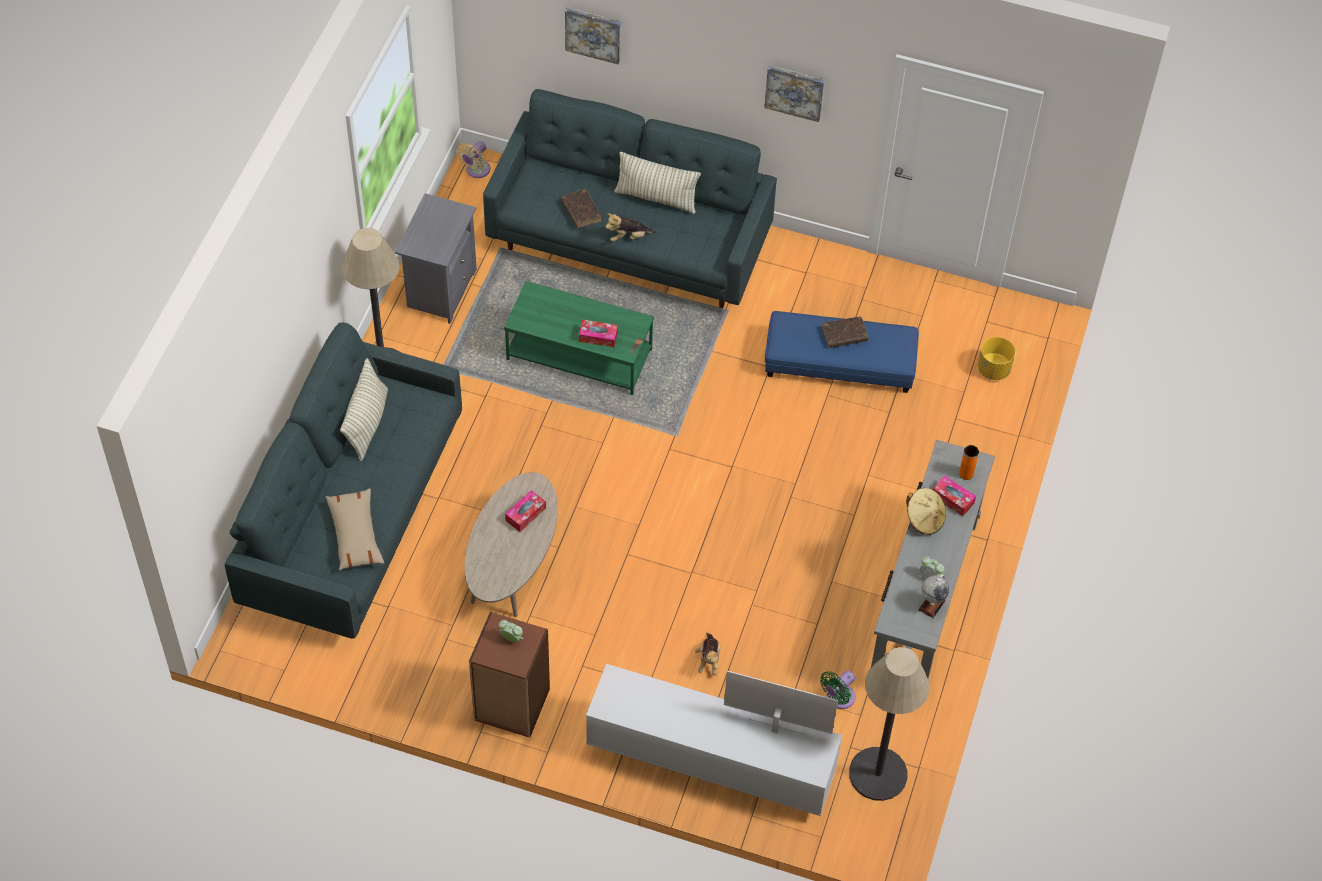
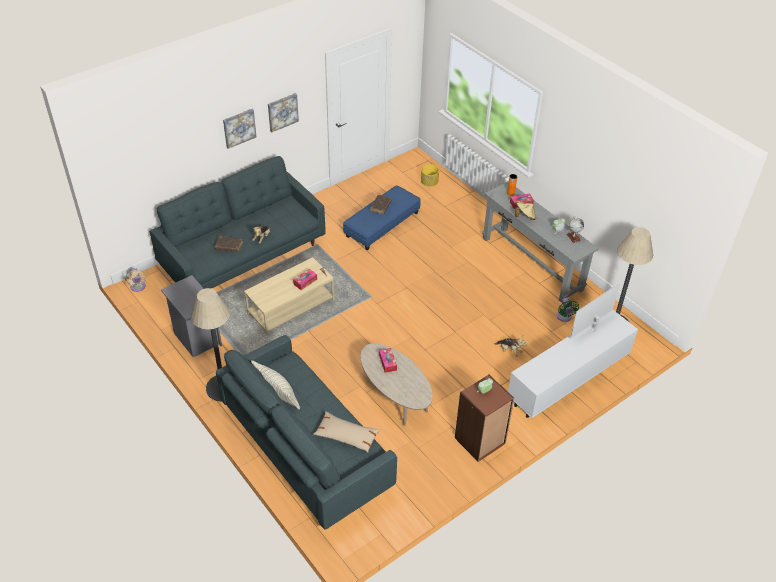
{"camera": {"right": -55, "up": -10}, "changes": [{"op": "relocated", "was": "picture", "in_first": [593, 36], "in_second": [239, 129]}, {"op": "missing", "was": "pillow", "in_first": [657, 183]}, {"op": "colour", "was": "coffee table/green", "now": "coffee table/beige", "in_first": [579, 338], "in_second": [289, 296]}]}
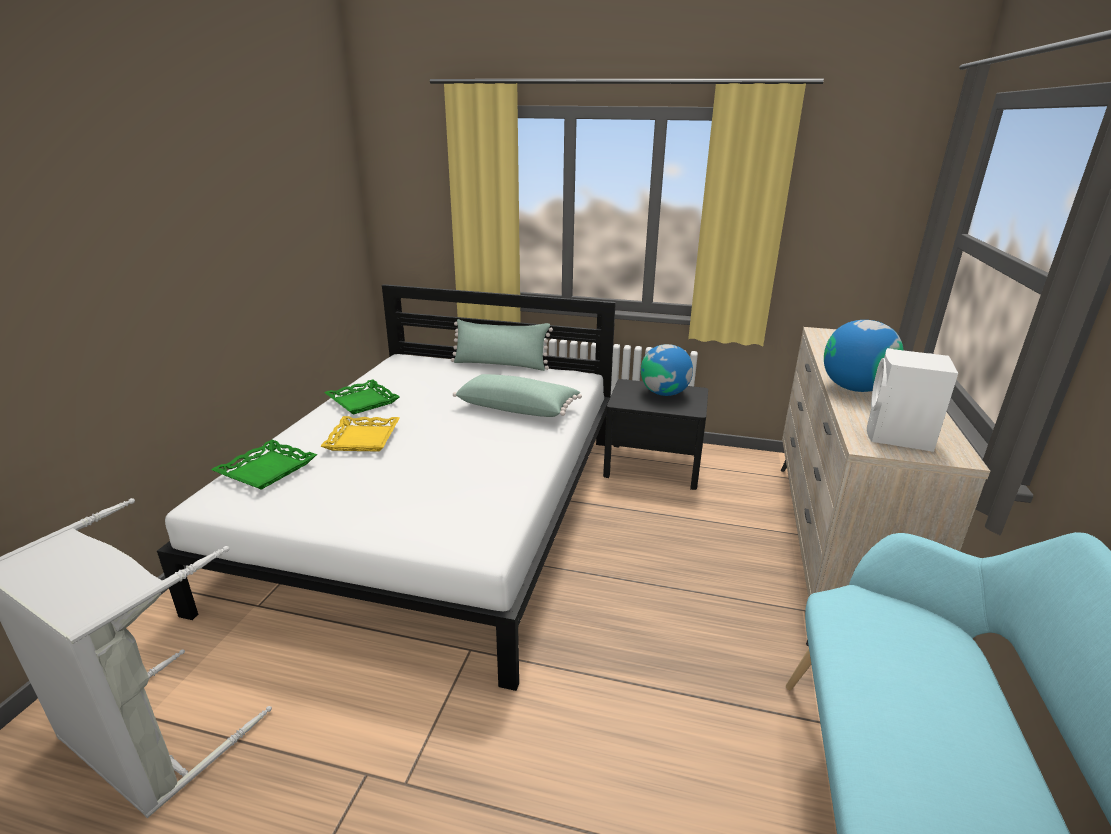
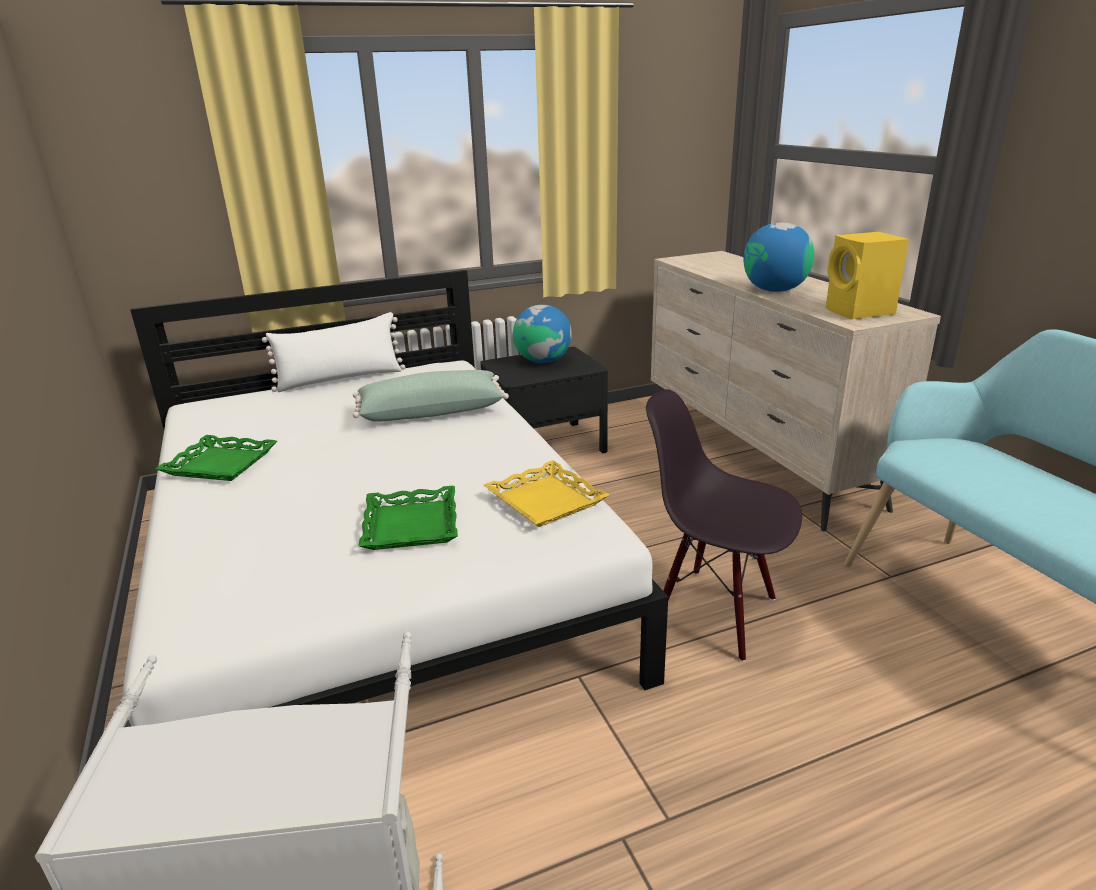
{"camera": {"right": -35, "up": 0}, "changes": [{"op": "colour", "was": "pillow/green", "now": "pillow/white", "in_first": [502, 345], "in_second": [333, 352]}, {"op": "colour", "was": "speaker/white", "now": "speaker/yellow", "in_first": [912, 400], "in_second": [867, 275]}, {"op": "relocated", "was": "tray/yellow", "in_first": [360, 434], "in_second": [547, 493]}, {"op": "relocated", "was": "tray/green", "in_first": [264, 465], "in_second": [408, 518]}, {"op": "appeared", "now": "chair/black", "in_second": [724, 525]}]}
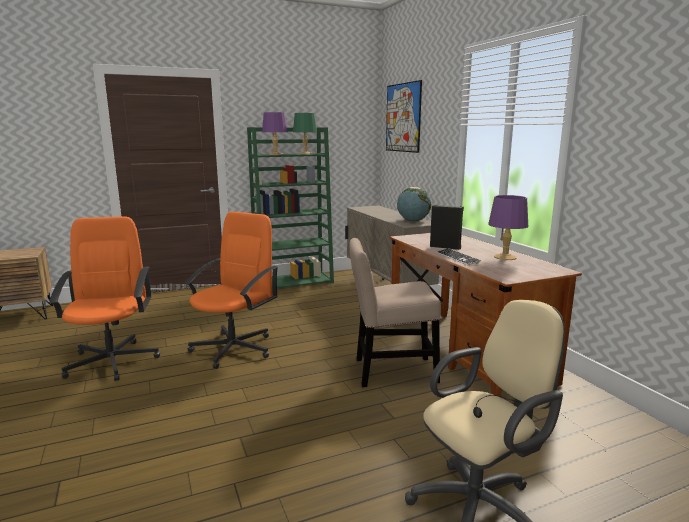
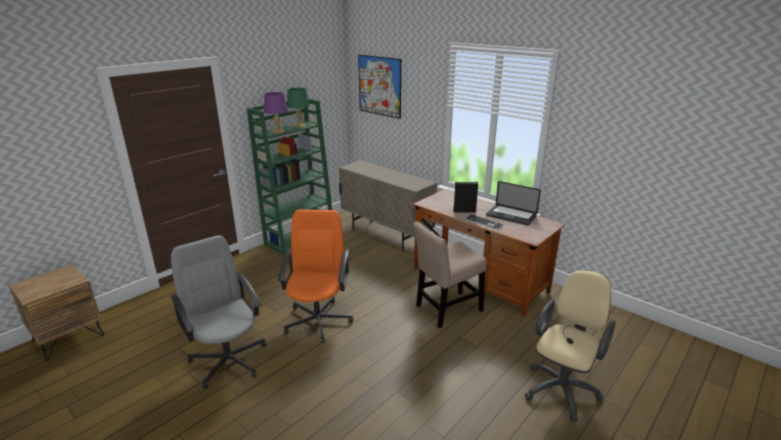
{"camera": {"right": -25, "up": 10}, "changes": [{"op": "missing", "was": "globe", "in_first": [414, 204]}, {"op": "exchanged", "was": "table lamp/purple", "now": "laptop", "in_first": [508, 227], "in_second": [513, 203]}, {"op": "colour", "was": "office chair/orange", "now": "office chair/grey", "in_first": [104, 298], "in_second": [218, 312]}]}
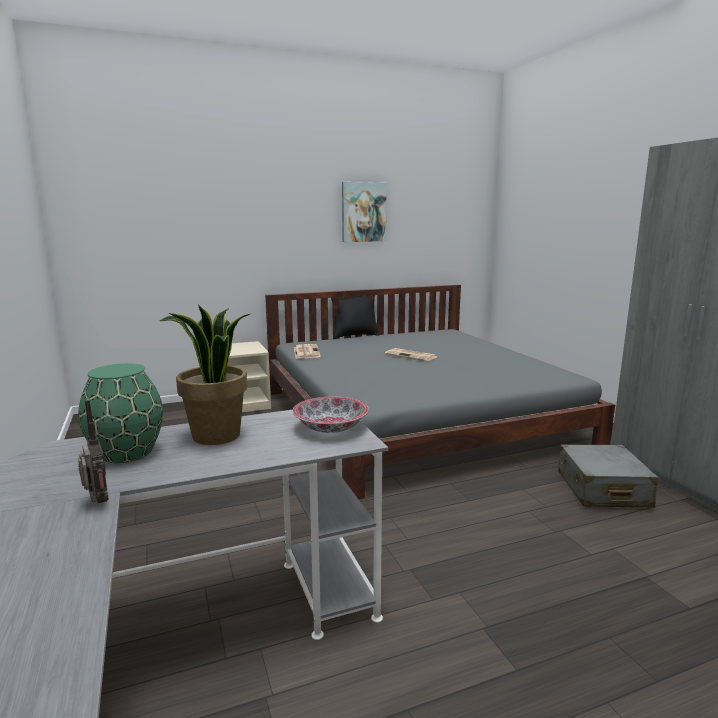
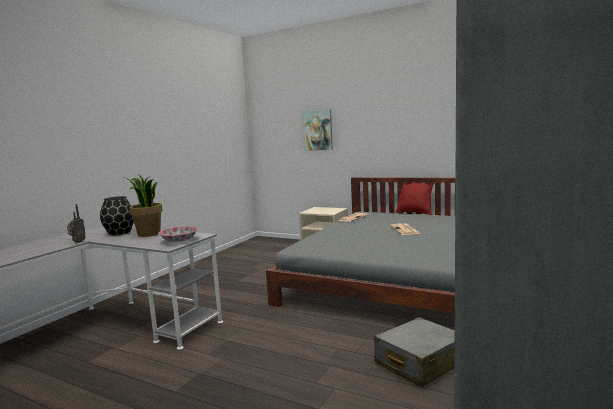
{"camera": {"right": 50, "up": -5}, "changes": [{"op": "relocated", "was": "picture", "in_first": [364, 212], "in_second": [317, 130]}, {"op": "colour", "was": "pillow/black", "now": "pillow/red", "in_first": [355, 317], "in_second": [414, 198]}, {"op": "colour", "was": "vase/green", "now": "vase/black", "in_first": [120, 413], "in_second": [117, 215]}]}
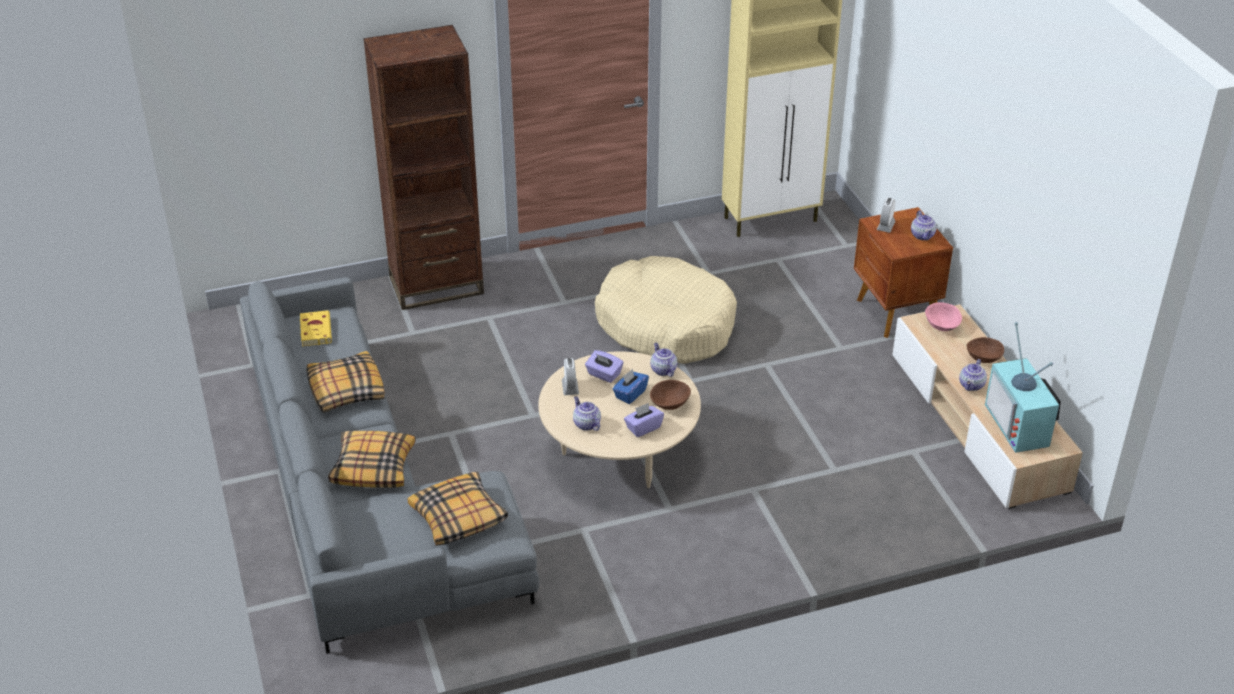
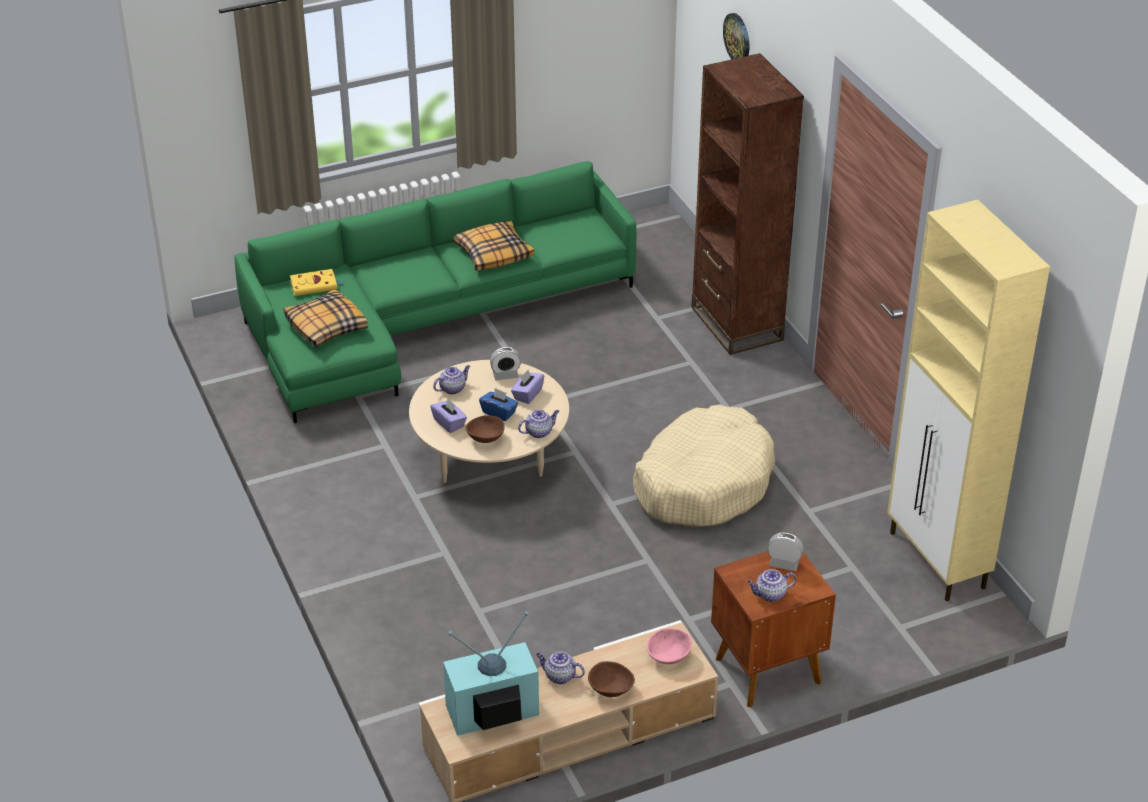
{"camera": {"right": 85, "up": 0}, "changes": [{"op": "colour", "was": "sofa/grey", "now": "sofa/green", "in_first": [389, 465], "in_second": [435, 292]}, {"op": "relocated", "was": "book/yellow", "in_first": [316, 328], "in_second": [317, 282]}, {"op": "missing", "was": "pillow", "in_first": [372, 459]}, {"op": "appeared", "now": "wall clock", "in_second": [736, 36]}]}
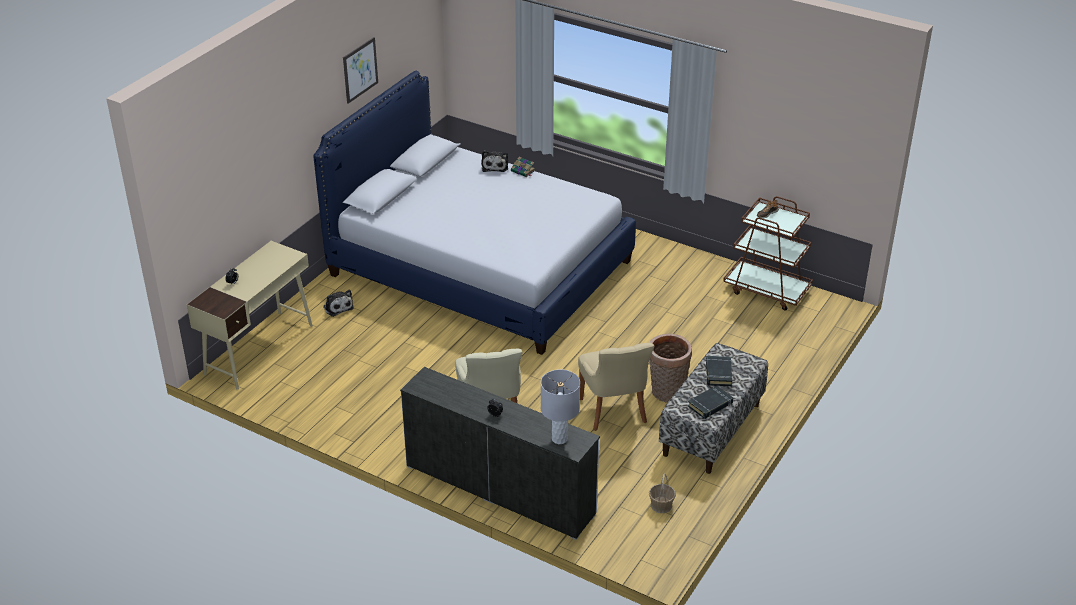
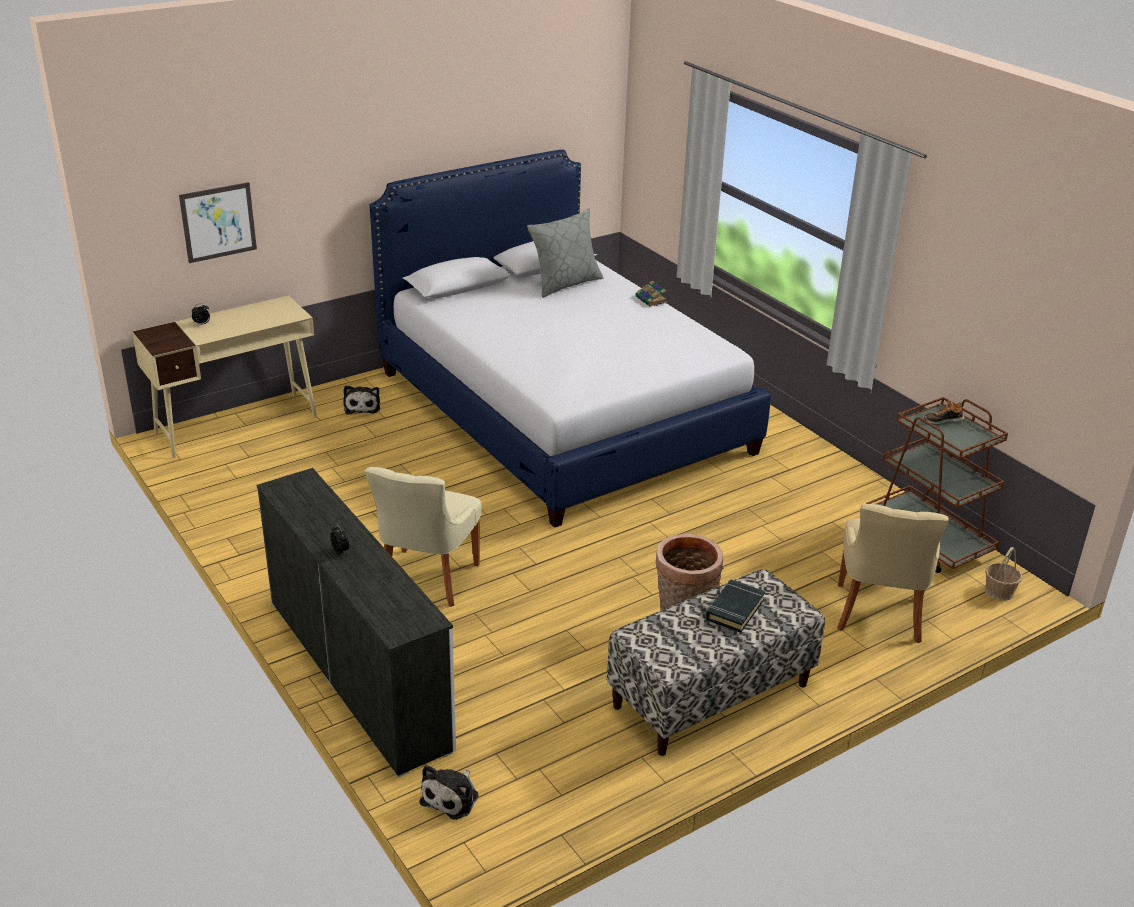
{"camera": {"right": 25, "up": -5}, "changes": [{"op": "relocated", "was": "picture", "in_first": [360, 70], "in_second": [218, 222]}, {"op": "relocated", "was": "plush toy", "in_first": [494, 161], "in_second": [449, 792]}, {"op": "relocated", "was": "chair/beige", "in_first": [616, 387], "in_second": [893, 573]}, {"op": "missing", "was": "table lamp/grey", "in_first": [560, 406]}, {"op": "missing", "was": "book/black", "in_first": [710, 402]}, {"op": "relocated", "was": "basket", "in_first": [662, 493], "in_second": [1003, 574]}, {"op": "appeared", "now": "pillow/grey", "in_second": [565, 253]}]}
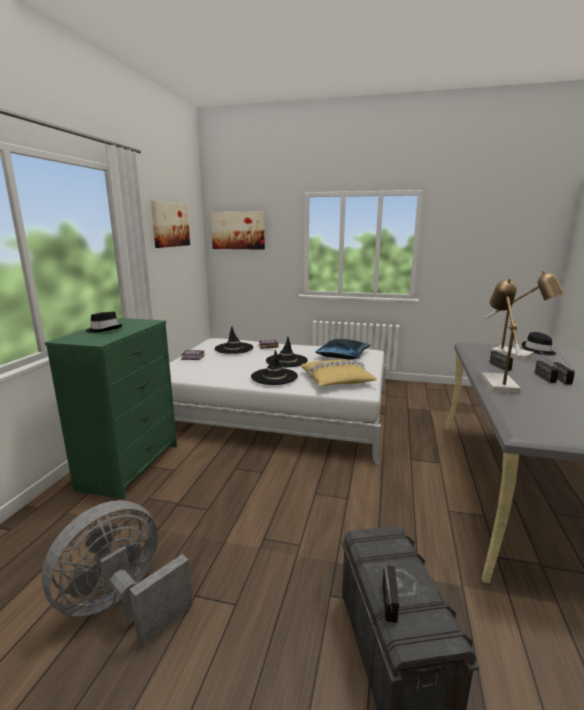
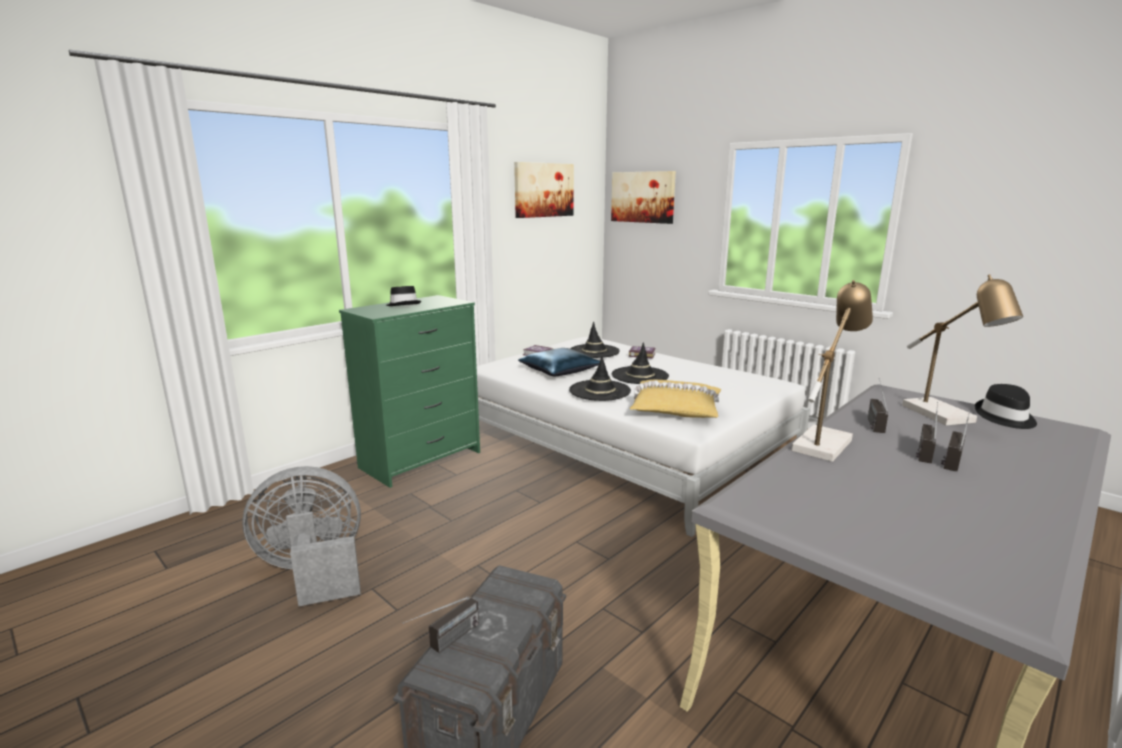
{"camera": {"right": 30, "up": 0}, "changes": [{"op": "relocated", "was": "pillow/blue", "in_first": [342, 349], "in_second": [559, 362]}]}
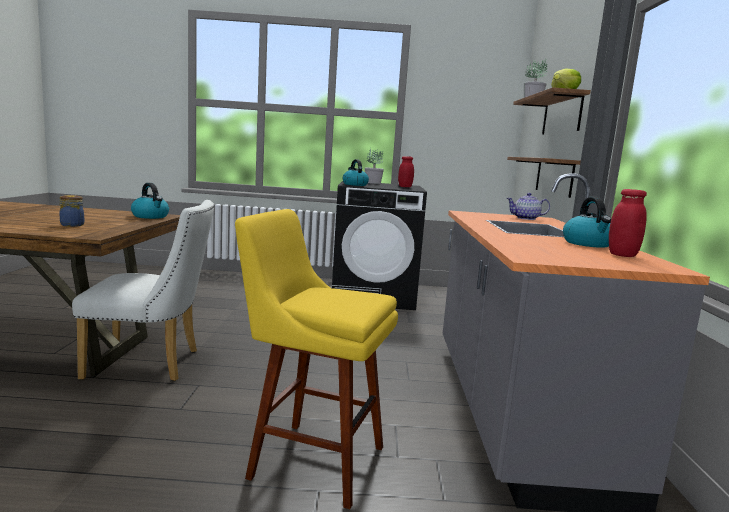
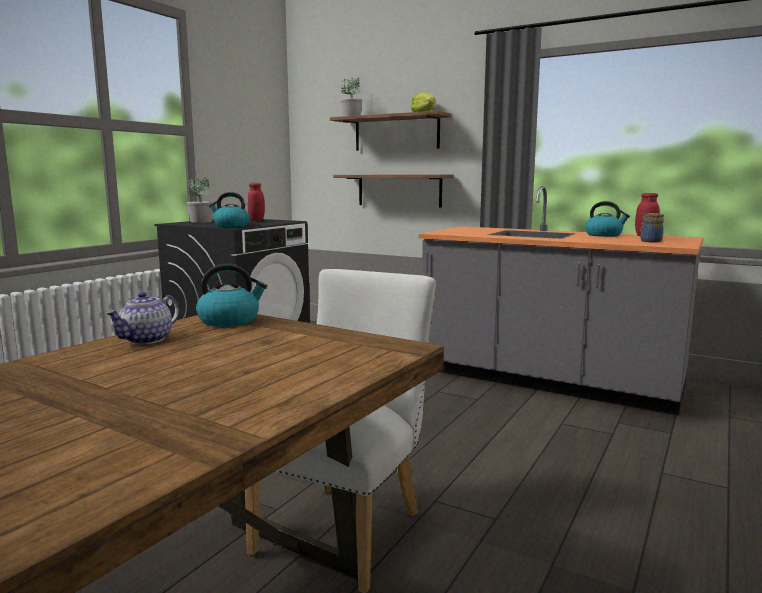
{"camera": {"right": -60, "up": 0}, "changes": [{"op": "relocated", "was": "teapot", "in_first": [528, 206], "in_second": [142, 318]}, {"op": "relocated", "was": "jar", "in_first": [72, 211], "in_second": [652, 227]}, {"op": "missing", "was": "stool/yellow", "in_first": [316, 359]}]}
